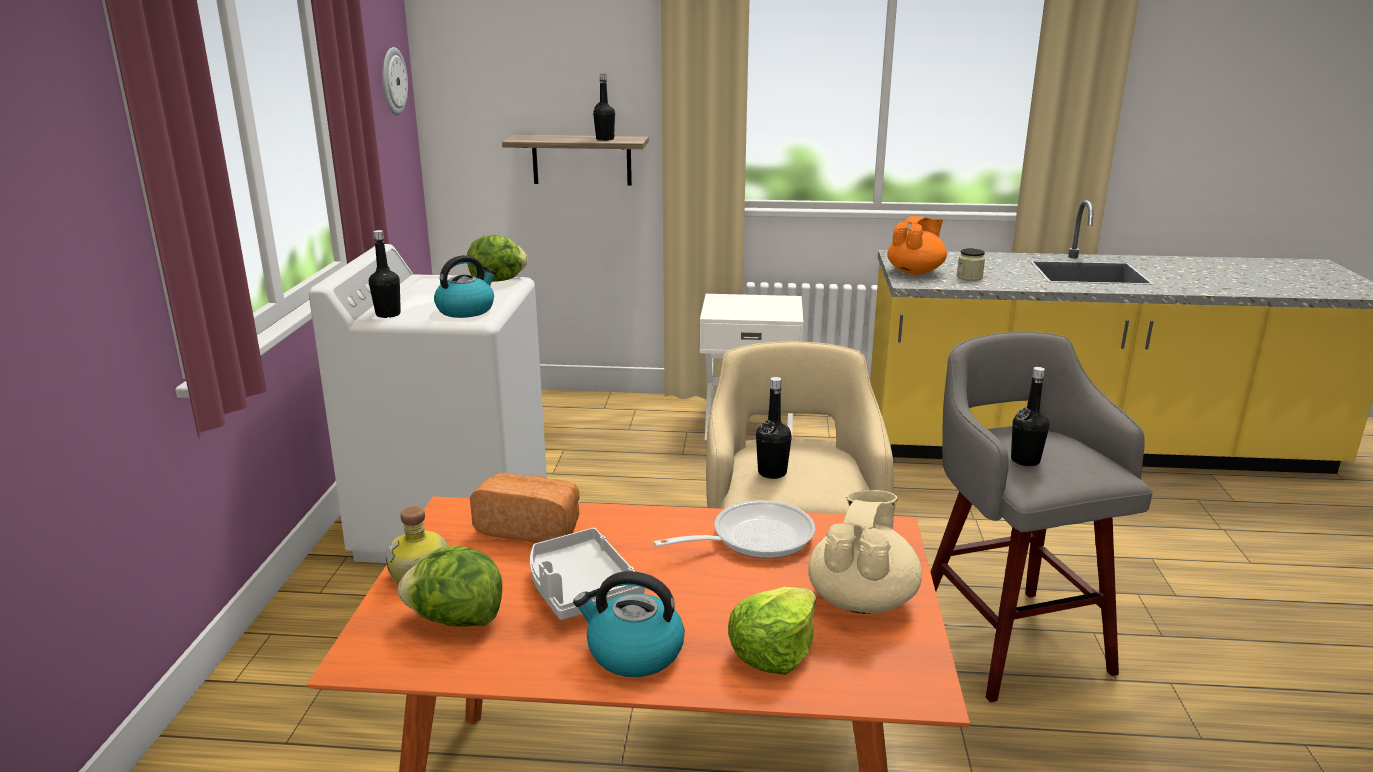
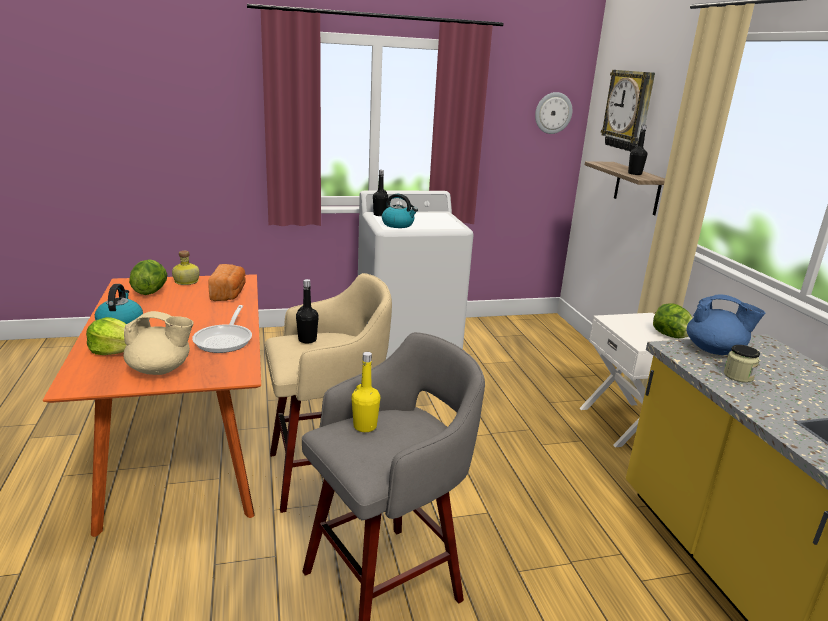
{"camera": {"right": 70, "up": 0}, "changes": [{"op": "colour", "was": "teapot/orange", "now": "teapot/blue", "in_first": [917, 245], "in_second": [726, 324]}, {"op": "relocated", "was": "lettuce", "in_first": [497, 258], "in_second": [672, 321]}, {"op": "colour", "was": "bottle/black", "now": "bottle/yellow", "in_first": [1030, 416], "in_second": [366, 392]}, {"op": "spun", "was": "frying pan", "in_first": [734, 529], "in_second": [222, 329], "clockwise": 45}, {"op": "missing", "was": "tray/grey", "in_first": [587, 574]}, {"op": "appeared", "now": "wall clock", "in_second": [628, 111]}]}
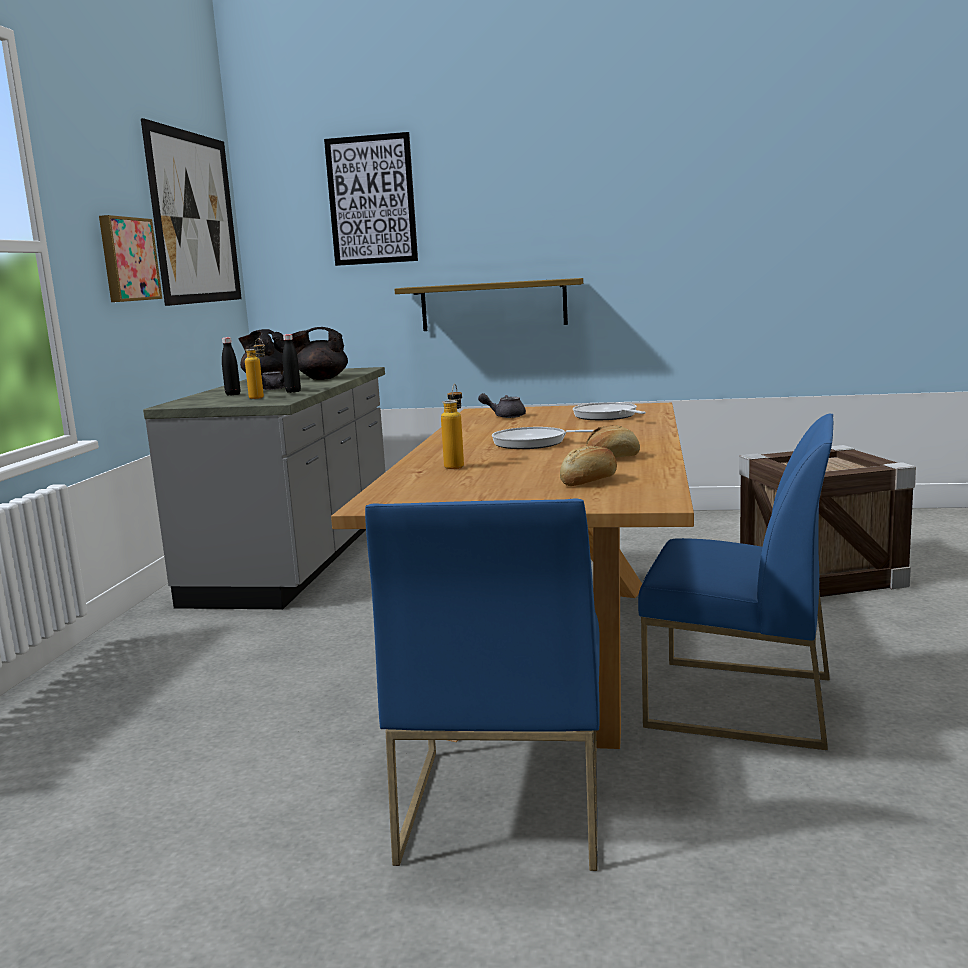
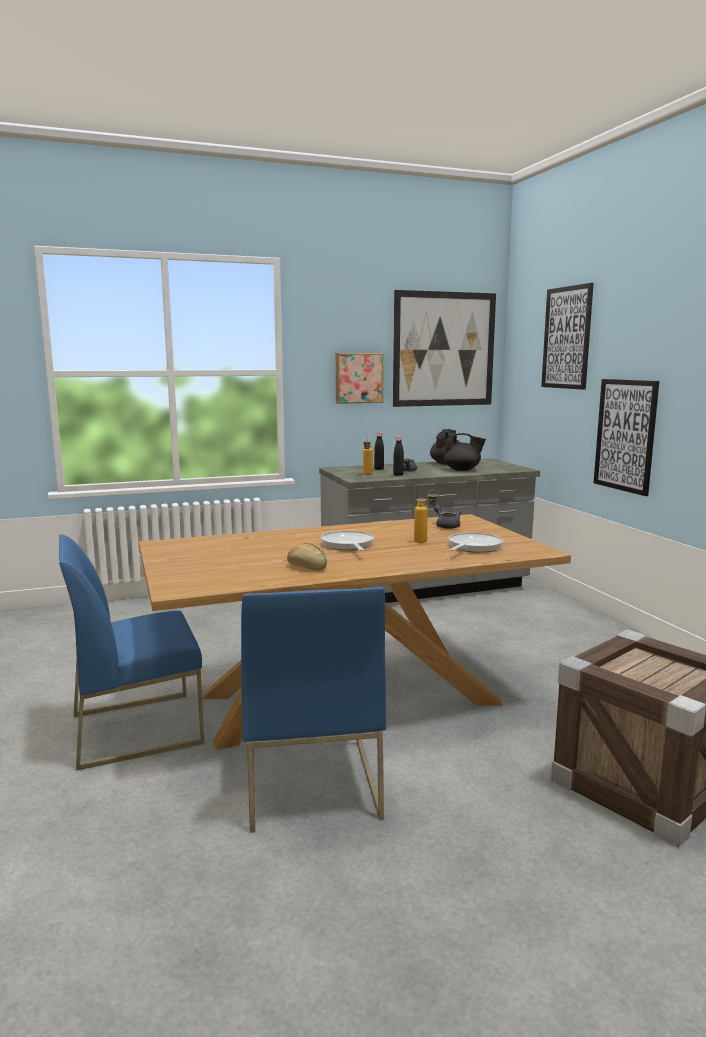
{"camera": {"right": 60, "up": 0}, "changes": [{"op": "exchanged", "was": "shelf", "now": "picture", "in_first": [488, 304], "in_second": [626, 437]}, {"op": "spun", "was": "teapot/black", "in_first": [320, 353], "in_second": [464, 452], "clockwise": 135}, {"op": "relocated", "was": "bottle", "in_first": [452, 426], "in_second": [426, 516]}, {"op": "missing", "was": "bread", "in_first": [588, 466]}]}
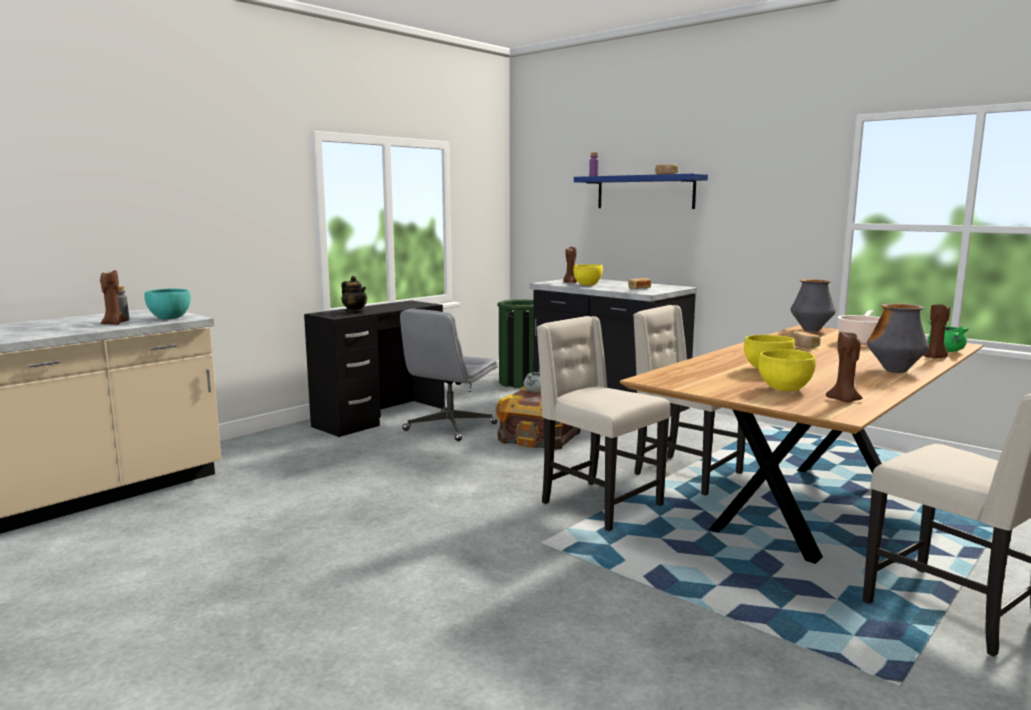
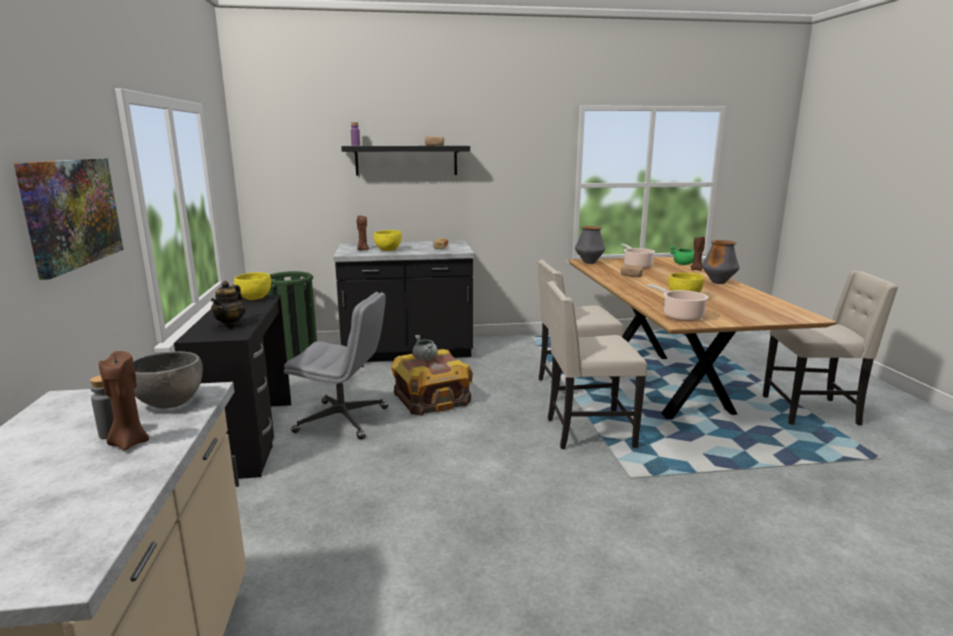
{"camera": {"right": -50, "up": 5}, "changes": [{"op": "colour", "was": "shelf/blue", "now": "shelf/black", "in_first": [641, 191], "in_second": [405, 161]}, {"op": "spun", "was": "teapot", "in_first": [354, 294], "in_second": [228, 305], "clockwise": 105}, {"op": "colour", "was": "bowl/turquoise", "now": "bowl/grey", "in_first": [167, 304], "in_second": [168, 380]}, {"op": "spun", "was": "office chair/grey", "in_first": [449, 375], "in_second": [336, 366], "clockwise": -60}, {"op": "missing", "was": "candle/brown", "in_first": [844, 367]}, {"op": "relocated", "was": "bowl/yellow", "in_first": [787, 370], "in_second": [252, 286]}, {"op": "appeared", "now": "picture", "in_second": [69, 219]}, {"op": "appeared", "now": "cooking pot", "in_second": [678, 302]}]}
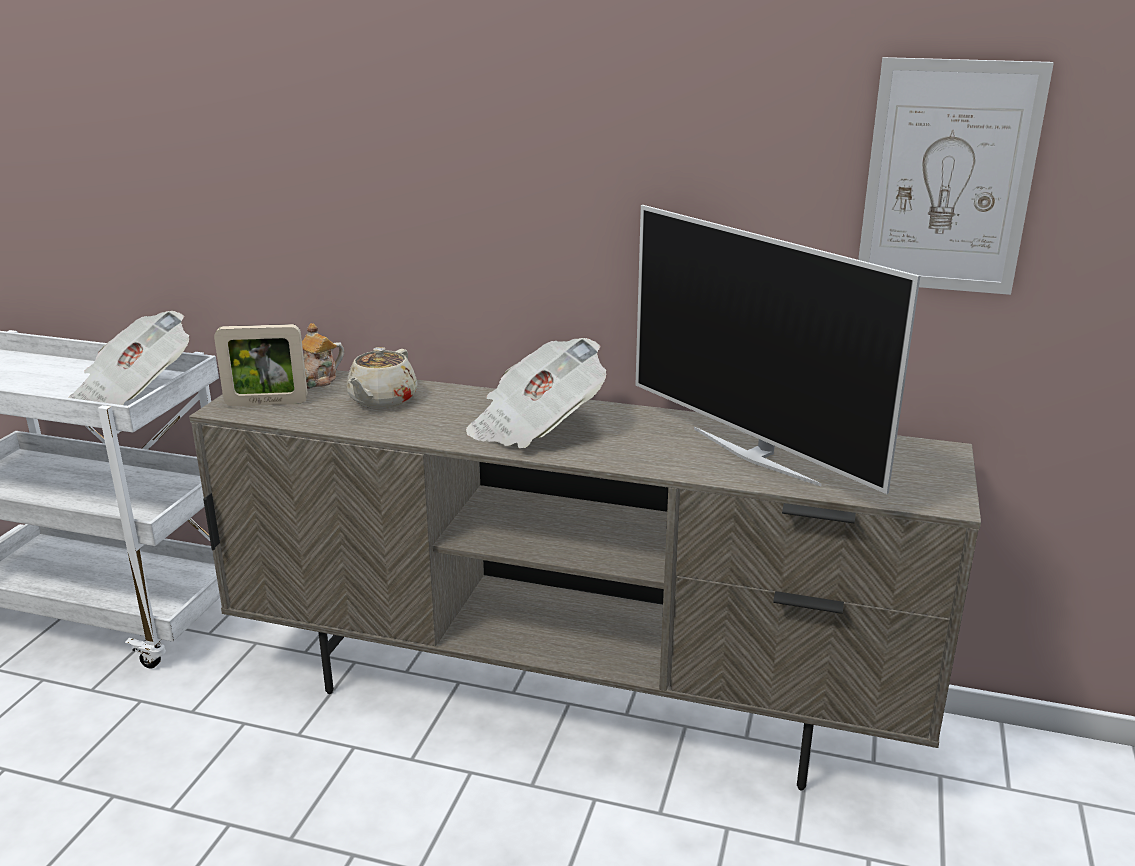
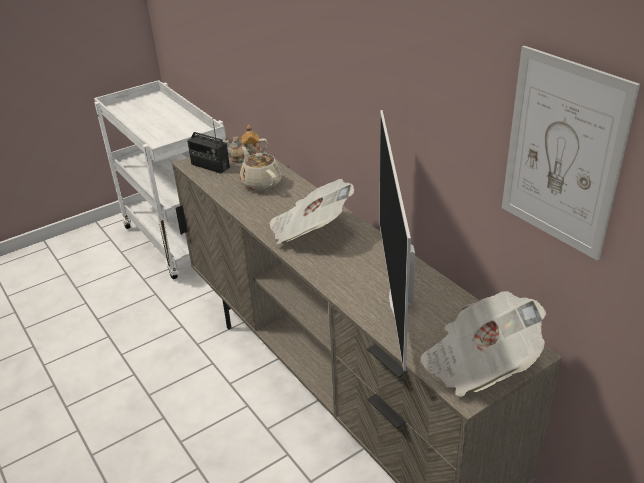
{"camera": {"right": 40, "up": 10}, "changes": [{"op": "relocated", "was": "newspaper", "in_first": [128, 358], "in_second": [483, 344]}, {"op": "exchanged", "was": "picture frame", "now": "radio", "in_first": [261, 365], "in_second": [208, 146]}, {"op": "spun", "was": "teapot/beige", "in_first": [382, 378], "in_second": [261, 169], "clockwise": 90}]}
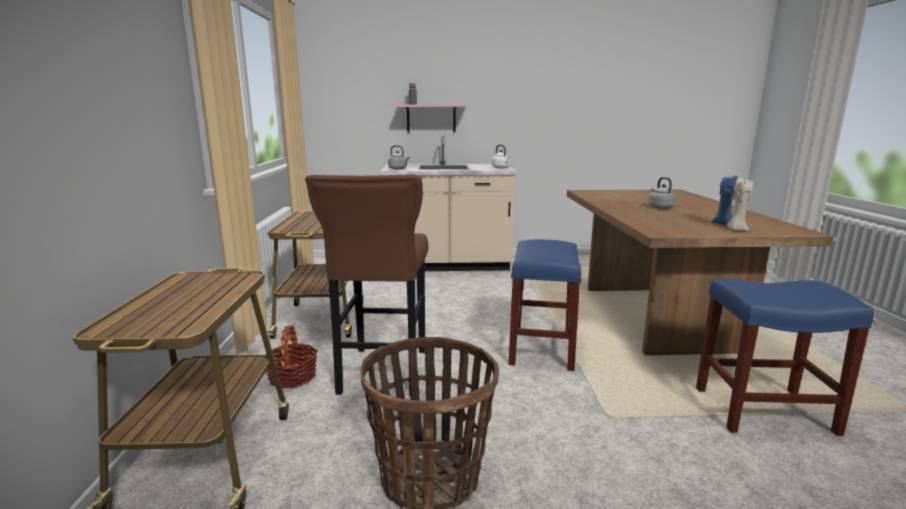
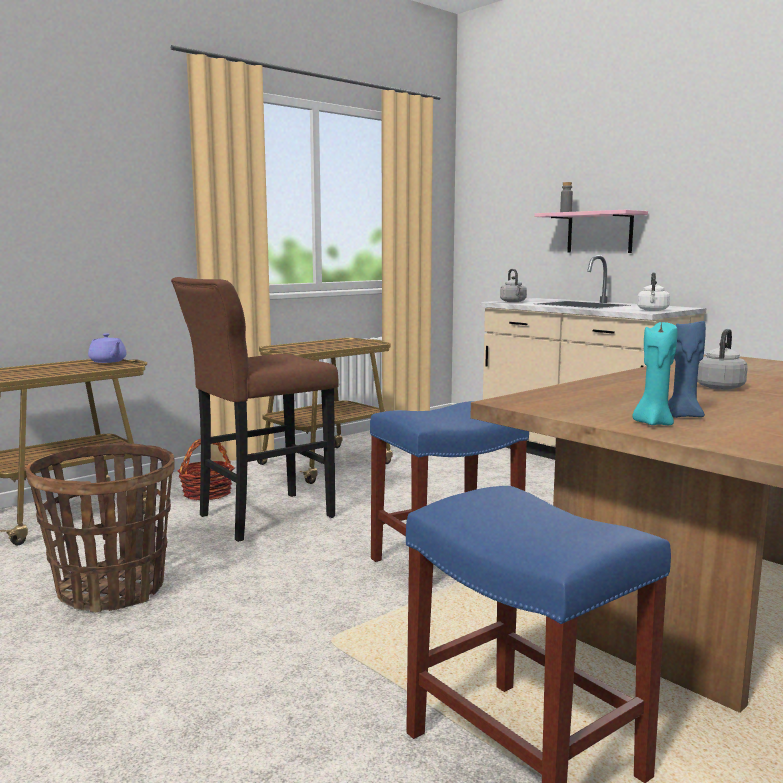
{"camera": {"right": 50, "up": -5}, "changes": [{"op": "colour", "was": "candle/beige", "now": "candle/turquoise", "in_first": [740, 204], "in_second": [654, 373]}, {"op": "appeared", "now": "teapot/purple", "in_second": [107, 348]}]}
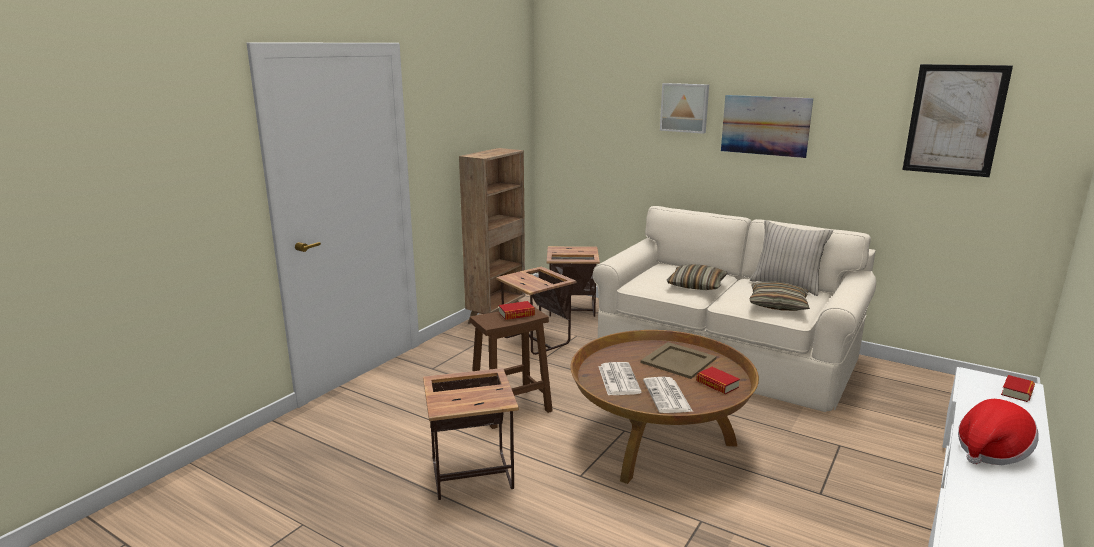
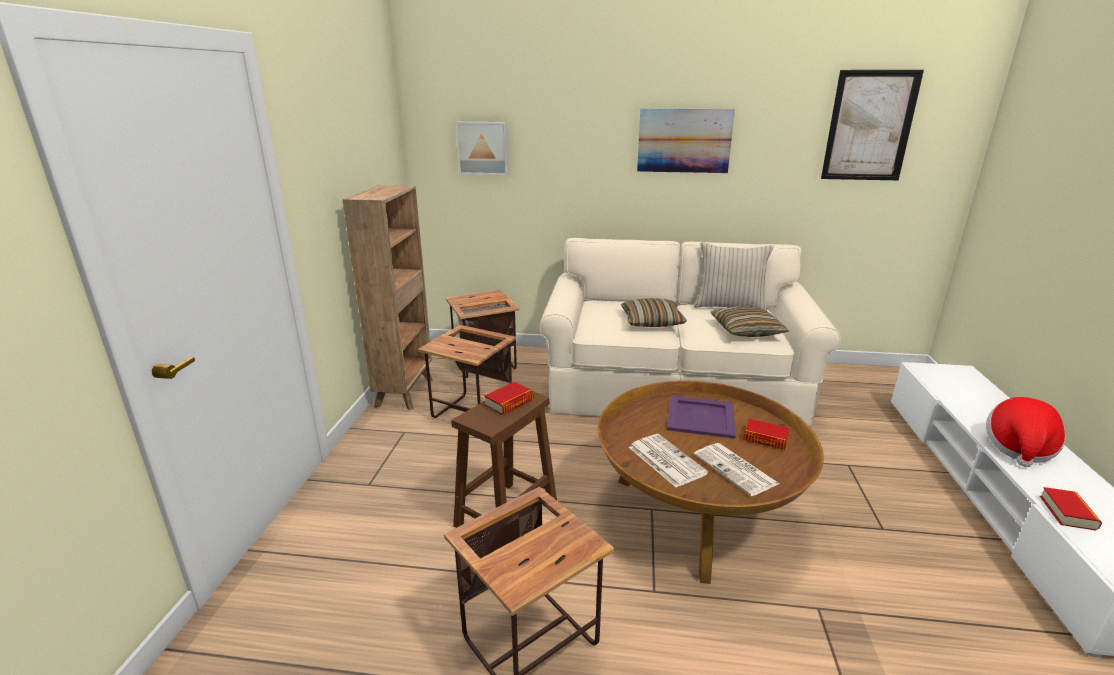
{"camera": {"right": -25, "up": 5}, "changes": [{"op": "relocated", "was": "picture", "in_first": [684, 108], "in_second": [482, 148]}, {"op": "colour", "was": "tray/beige", "now": "tray/purple", "in_first": [679, 360], "in_second": [701, 417]}, {"op": "relocated", "was": "book", "in_first": [1018, 388], "in_second": [1071, 509]}]}
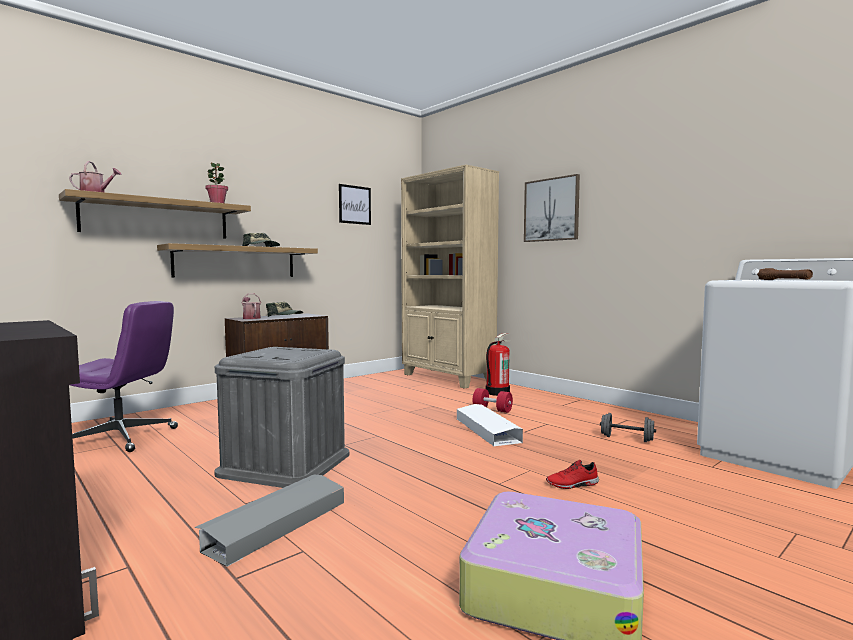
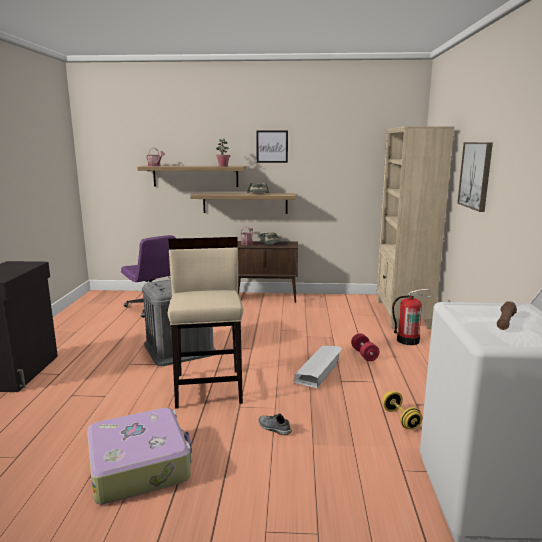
{"camera": {"right": 45, "up": 10}, "changes": [{"op": "relocated", "was": "picture", "in_first": [355, 204], "in_second": [272, 146]}, {"op": "colour", "was": "dumbbell/grey", "now": "dumbbell/yellow", "in_first": [628, 427], "in_second": [402, 410]}, {"op": "colour", "was": "shoe/red", "now": "shoe/grey", "in_first": [572, 474], "in_second": [274, 424]}, {"op": "missing", "was": "storage box/grey", "in_first": [269, 520]}, {"op": "appeared", "now": "stool/beige", "in_second": [205, 323]}]}
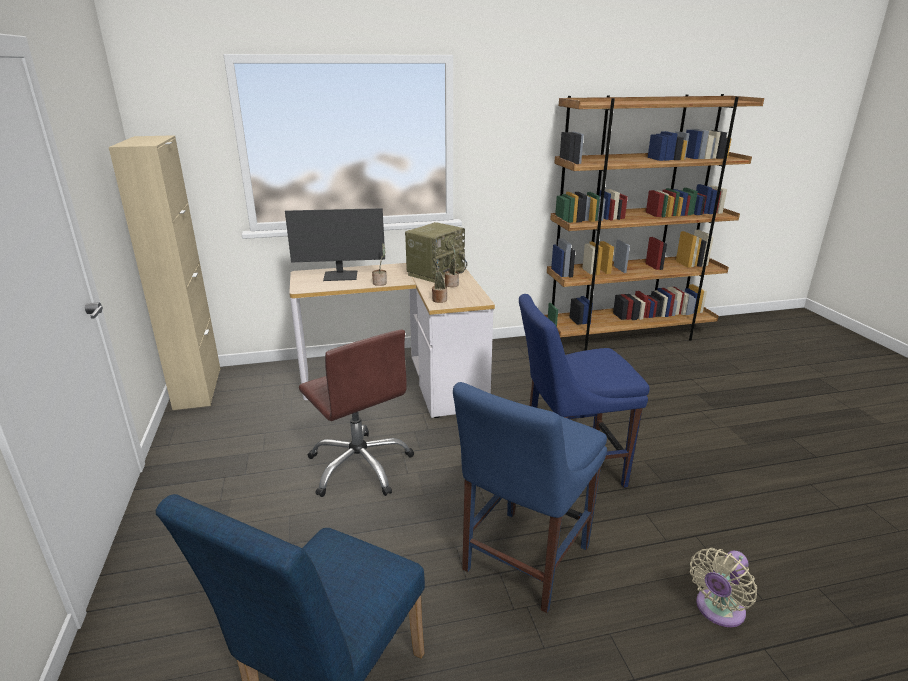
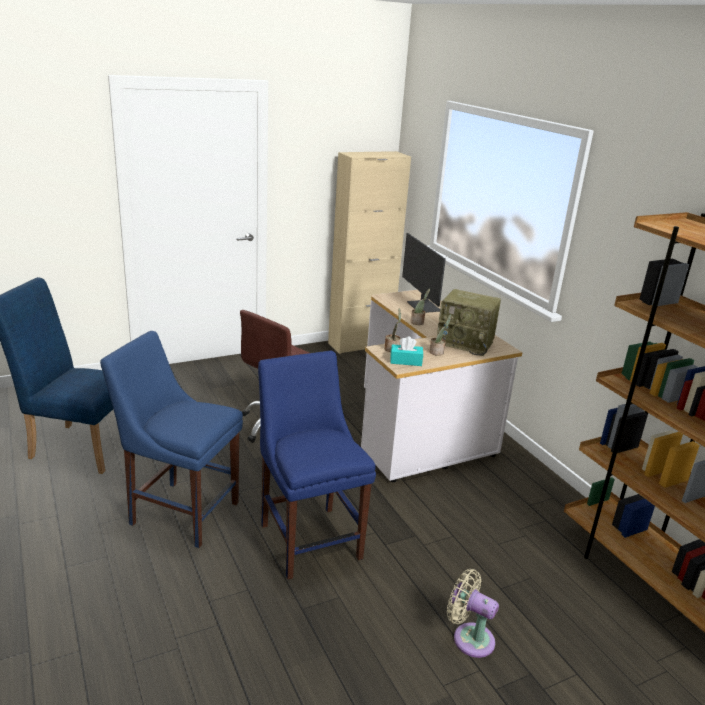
{"camera": {"right": 75, "up": 0}, "changes": [{"op": "relocated", "was": "fan/beige", "in_first": [723, 587], "in_second": [473, 613]}, {"op": "appeared", "now": "tissue box/turquoise", "in_second": [407, 351]}]}
